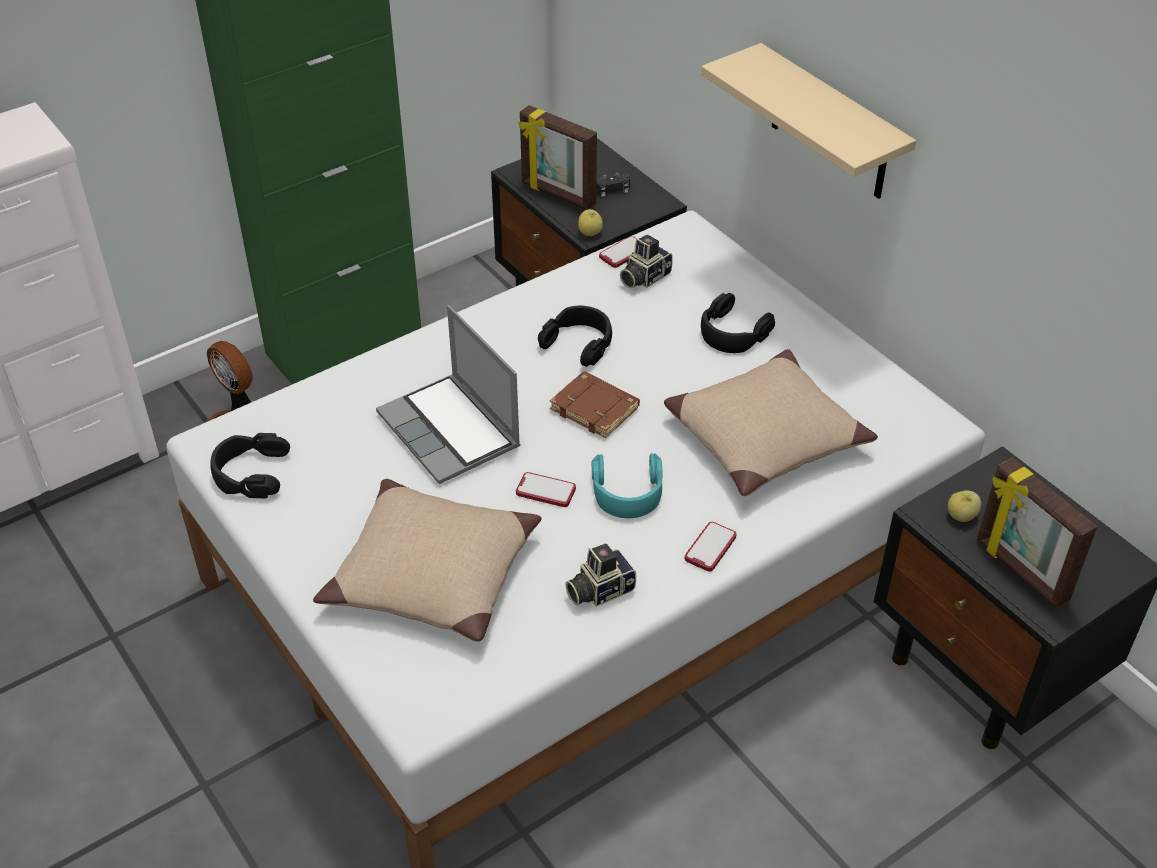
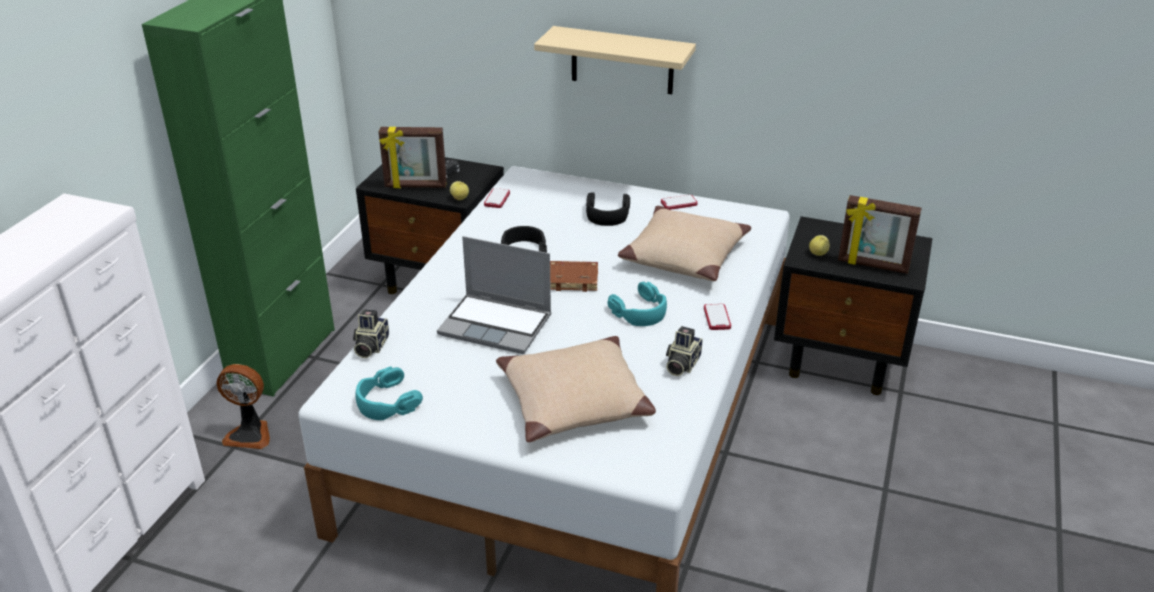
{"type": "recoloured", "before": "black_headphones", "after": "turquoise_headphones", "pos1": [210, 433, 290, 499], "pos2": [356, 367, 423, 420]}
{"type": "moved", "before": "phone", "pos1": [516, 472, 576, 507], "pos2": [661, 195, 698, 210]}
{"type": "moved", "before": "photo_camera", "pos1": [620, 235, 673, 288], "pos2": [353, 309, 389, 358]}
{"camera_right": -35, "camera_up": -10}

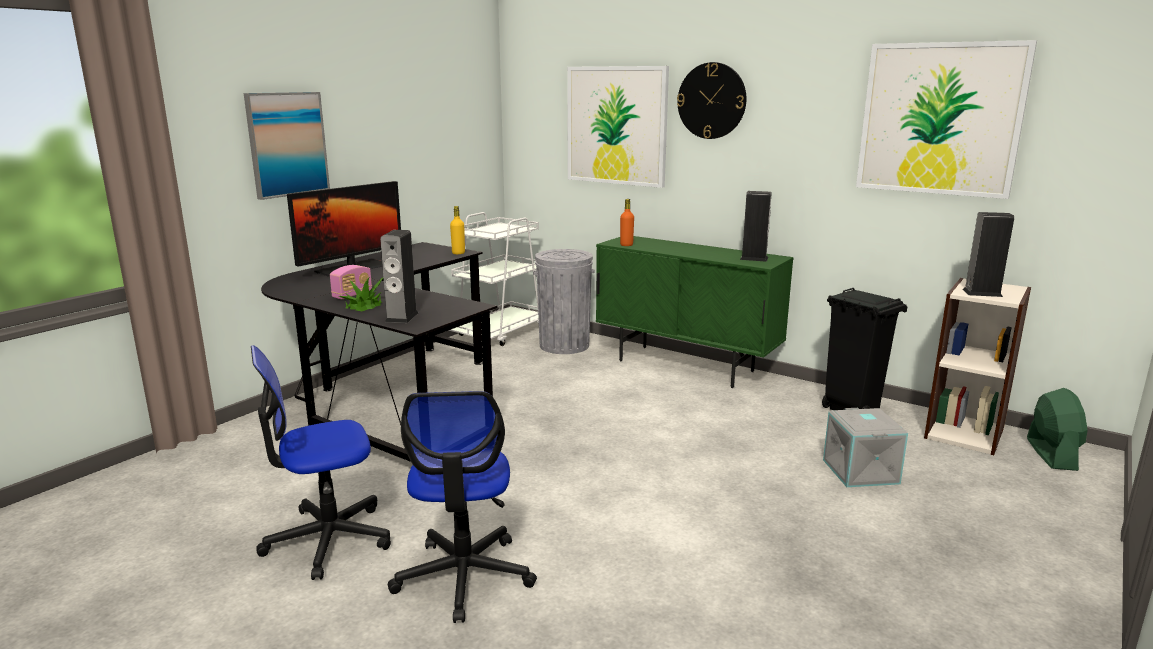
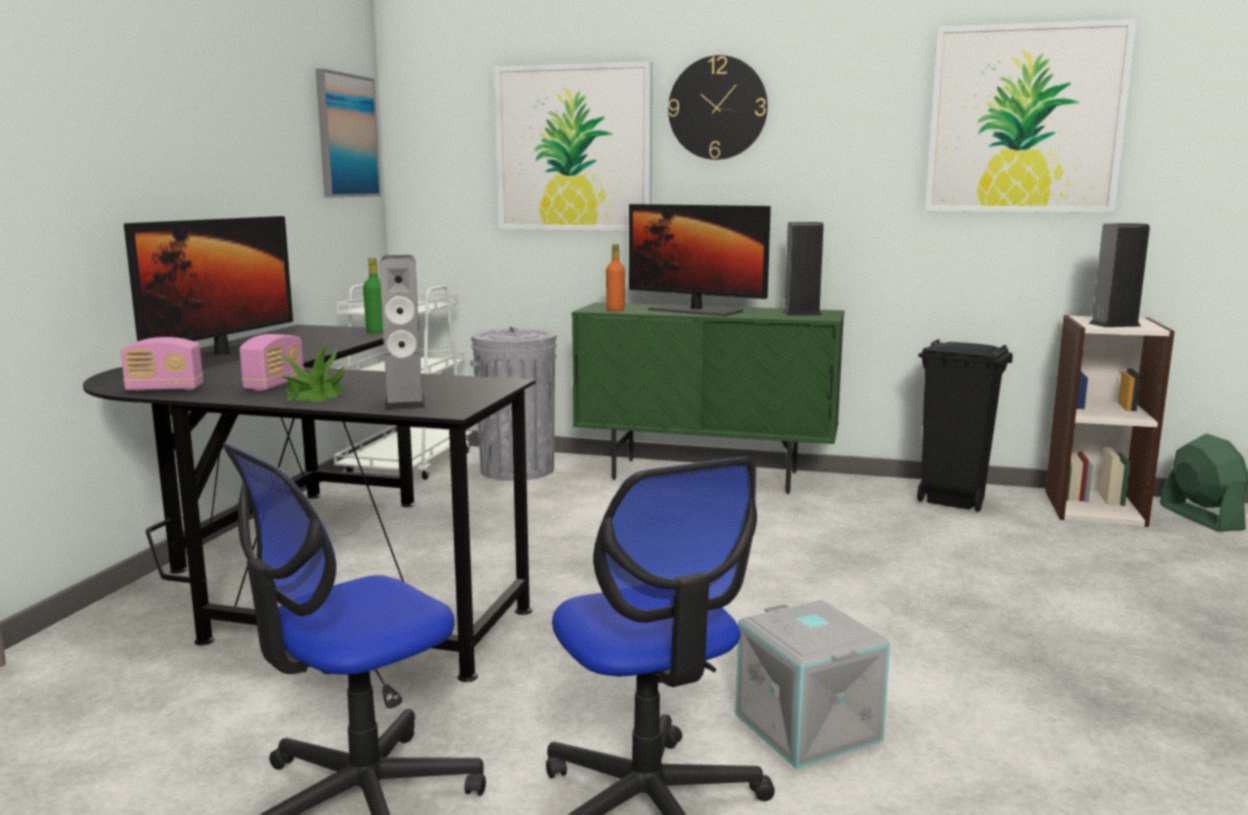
{"type": "moved", "before": "picture", "pos1": [244, 92, 330, 200], "pos2": [316, 68, 381, 197]}
{"type": "recoloured", "before": "yellow_bottle", "after": "green_bottle", "pos1": [450, 206, 465, 254], "pos2": [363, 258, 383, 333]}
{"type": "moved", "before": "grey_storage_box", "pos1": [823, 408, 908, 487], "pos2": [735, 600, 890, 769]}
{"type": "added", "after": "radio", "pos2": [120, 337, 203, 391]}
{"type": "added", "after": "monitor", "pos2": [629, 204, 771, 316]}
{"camera_right": -20, "camera_up": -5}

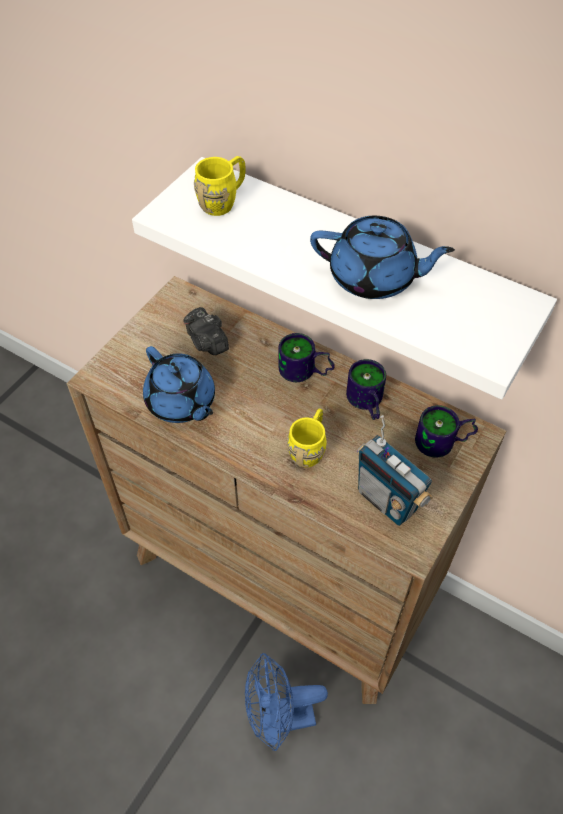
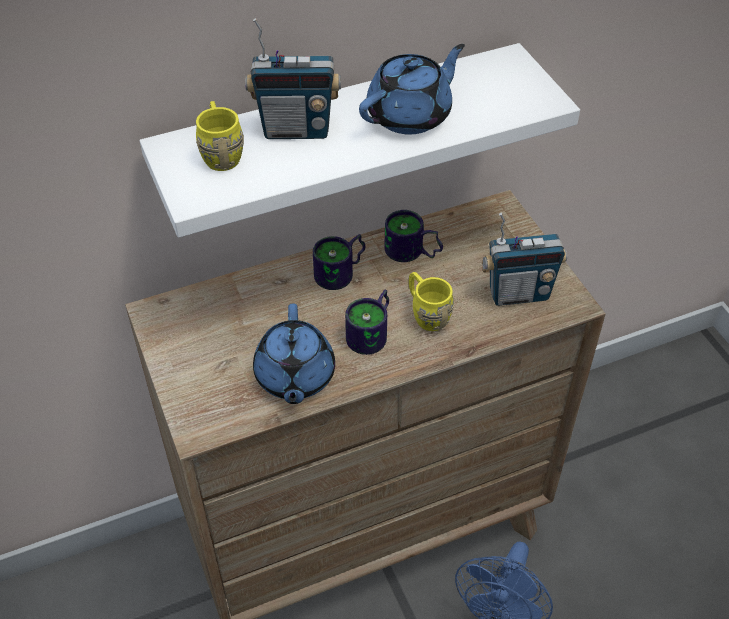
{"type": "turned", "before": "blue_teapot", "pos1": [143, 346, 215, 423], "pos2": [253, 303, 335, 404], "turn": 90}
{"type": "removed", "before": "photo_camera", "pos1": [183, 307, 229, 355]}
{"type": "moved", "before": "mug", "pos1": [415, 405, 478, 458], "pos2": [345, 290, 389, 355]}
{"type": "added", "after": "radio", "pos2": [245, 18, 341, 139]}
{"camera_right": -55, "camera_up": -5}

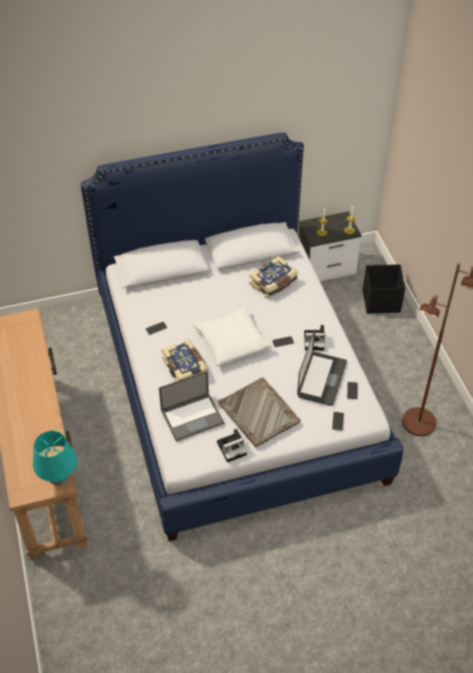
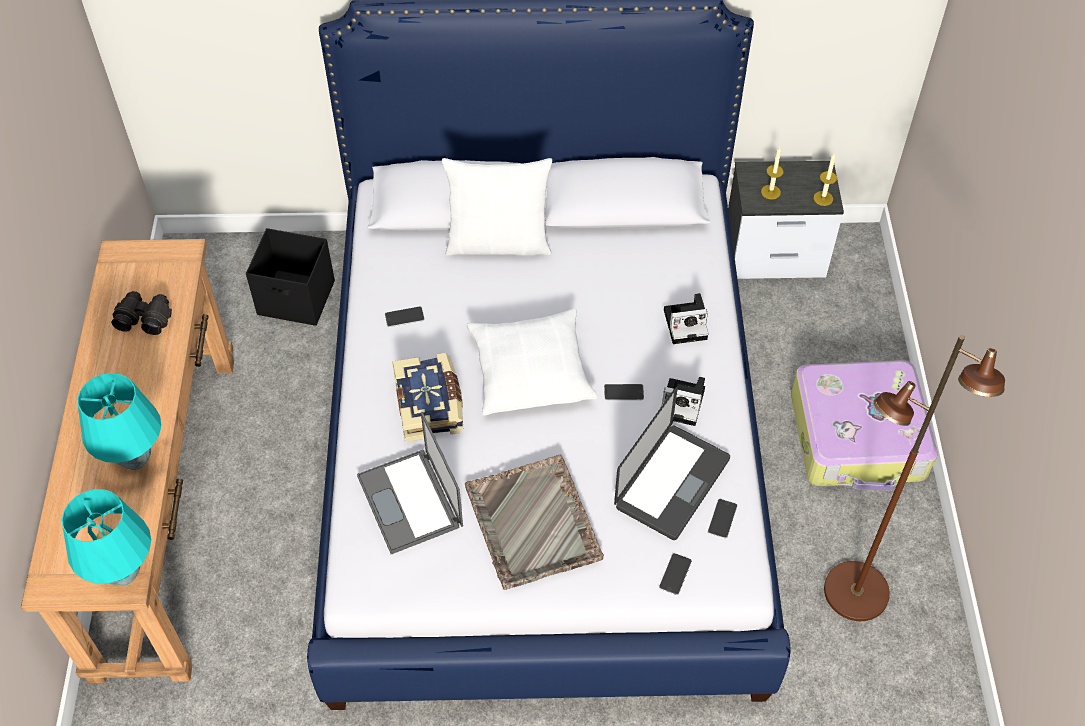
{"type": "turned", "before": "laptop", "pos1": [159, 371, 224, 441], "pos2": [357, 412, 463, 554], "turn": 75}
{"type": "moved", "before": "photo_camera", "pos1": [217, 429, 247, 462], "pos2": [664, 293, 709, 344]}
{"type": "removed", "before": "book", "pos1": [249, 256, 298, 299]}
{"type": "moved", "before": "black_storage_box", "pos1": [363, 264, 405, 314], "pos2": [246, 228, 335, 326]}
{"type": "added", "after": "turquoise_table_lamp", "pos2": [77, 373, 161, 470]}
{"type": "added", "after": "black_binoculars", "pos2": [111, 291, 172, 335]}
{"type": "added", "after": "white_pillow", "pos2": [442, 158, 552, 256]}
{"type": "added", "after": "suitcase", "pos2": [791, 360, 938, 491]}
{"camera_right": 15, "camera_up": 5}

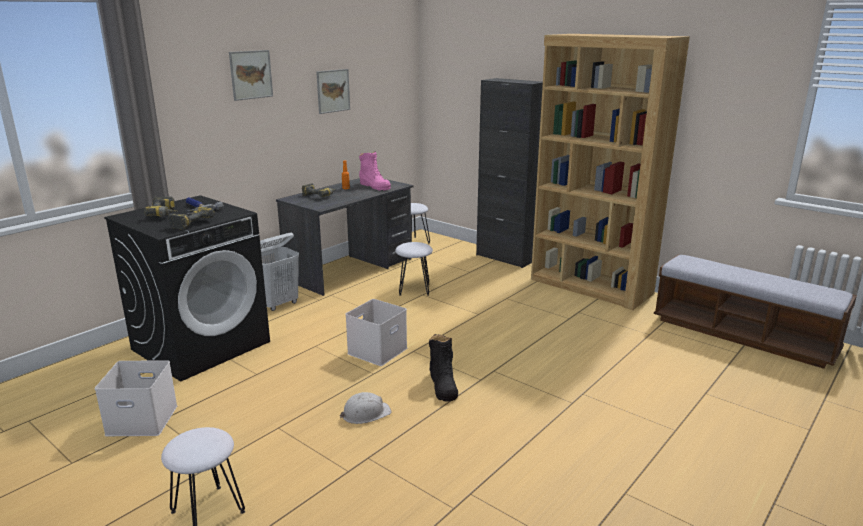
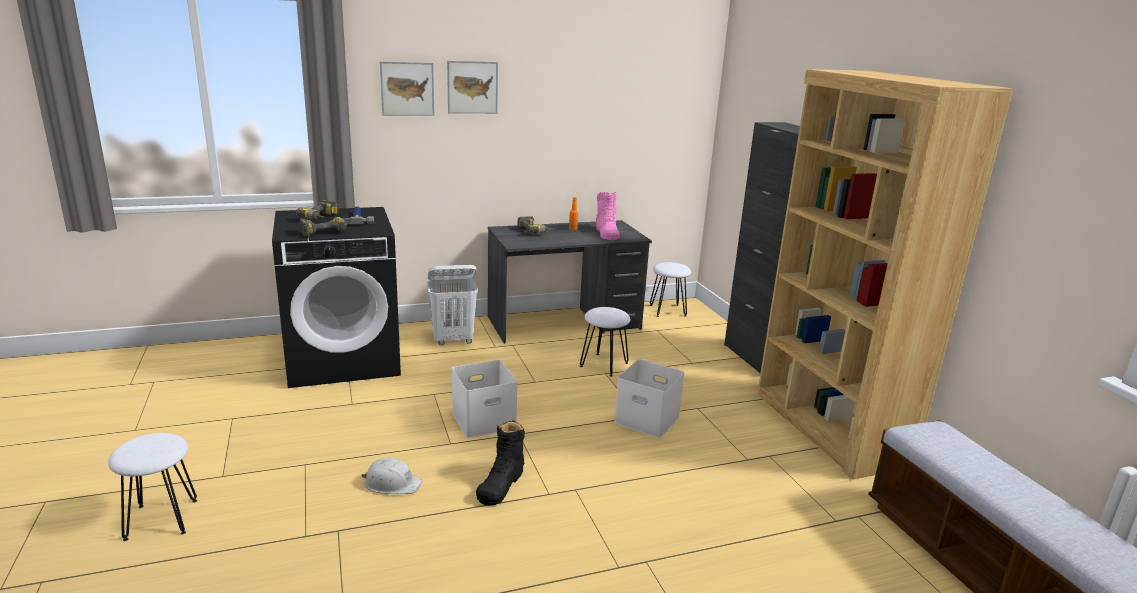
{"type": "moved", "before": "white_storage_box", "pos1": [95, 360, 177, 436], "pos2": [614, 359, 685, 438]}
{"type": "moved", "before": "picture", "pos1": [316, 69, 350, 114], "pos2": [380, 61, 434, 116]}
{"camera_right": 30, "camera_up": 0}

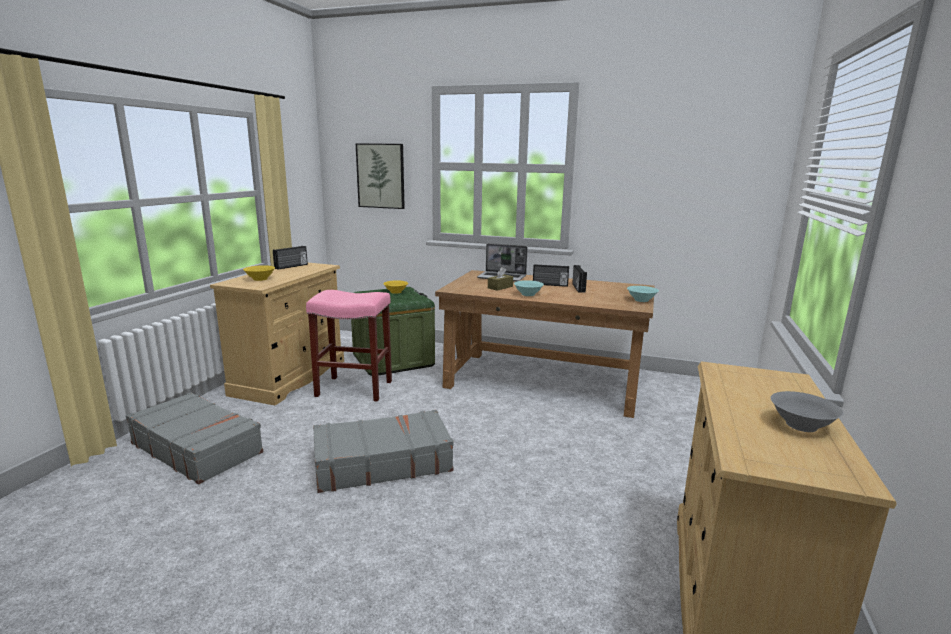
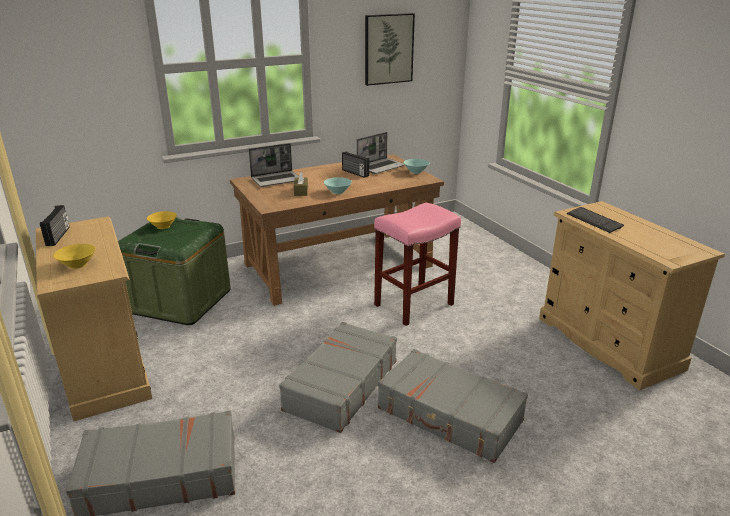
{"type": "moved", "before": "pink_stool", "pos1": [306, 290, 392, 401], "pos2": [374, 203, 461, 326]}
{"type": "moved", "before": "picture", "pos1": [356, 143, 405, 209], "pos2": [365, 13, 415, 86]}
{"type": "removed", "before": "radio", "pos1": [533, 264, 569, 287]}
{"type": "removed", "before": "grey_bowl", "pos1": [771, 391, 844, 432]}
{"type": "added", "after": "laptop", "pos2": [356, 132, 405, 174]}
{"type": "added", "after": "grey_suitcase", "pos2": [378, 349, 528, 463]}
{"type": "added", "after": "keyboard", "pos2": [567, 207, 624, 233]}
{"camera_right": -45, "camera_up": 10}

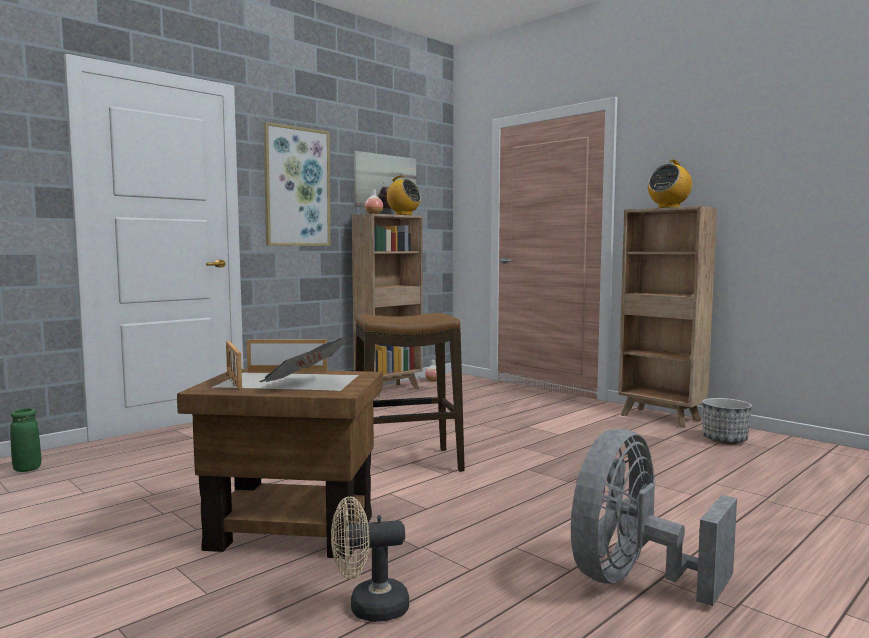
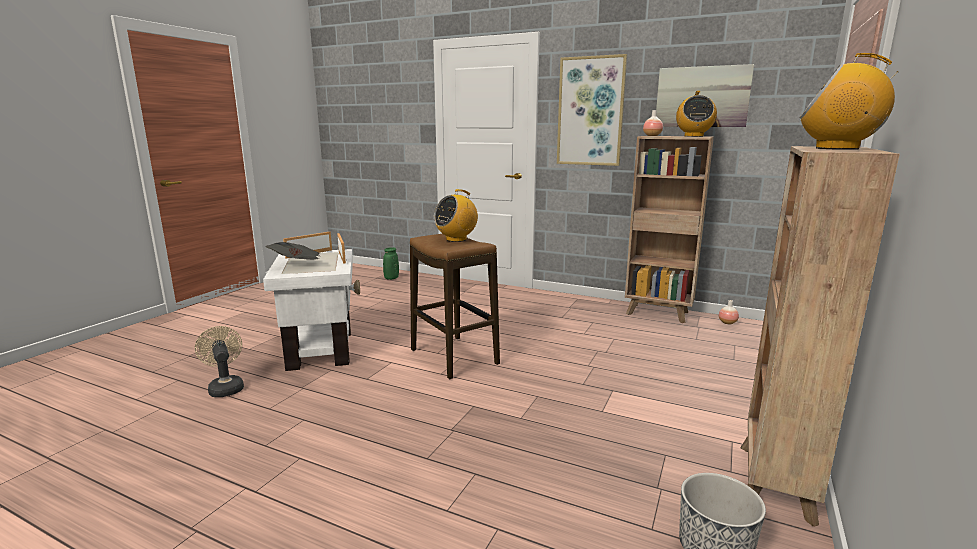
{"type": "recoloured", "before": "brown_side_table", "after": "white_side_table", "pos1": [177, 369, 383, 559], "pos2": [263, 249, 360, 371]}
{"type": "removed", "before": "grey_fan", "pos1": [571, 429, 737, 606]}
{"type": "added", "after": "radio", "pos2": [434, 189, 478, 242]}
{"camera_right": 70, "camera_up": 10}

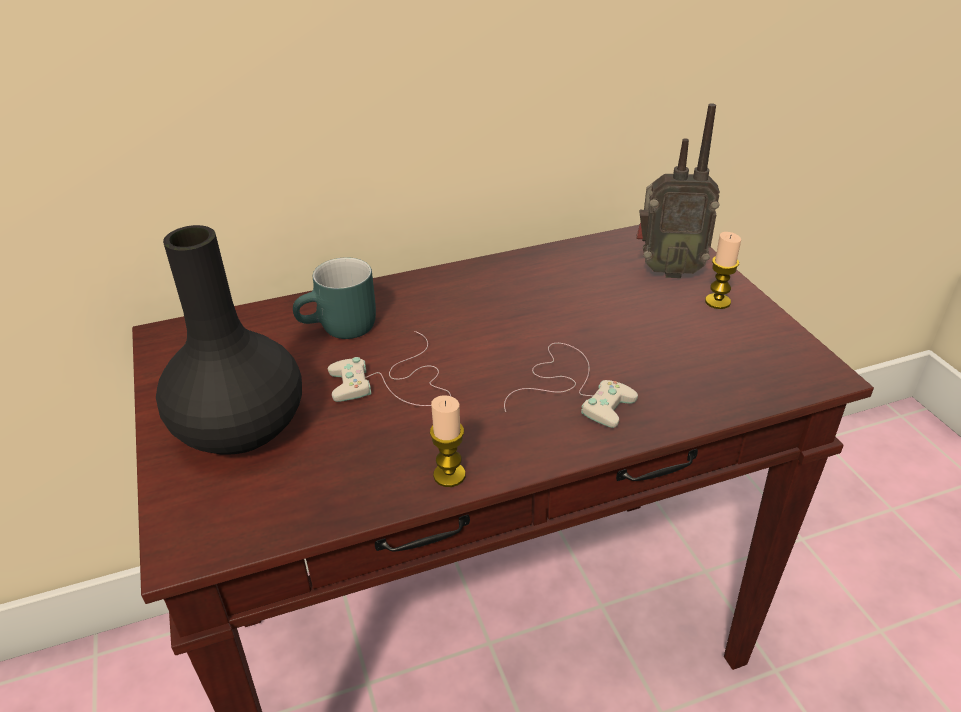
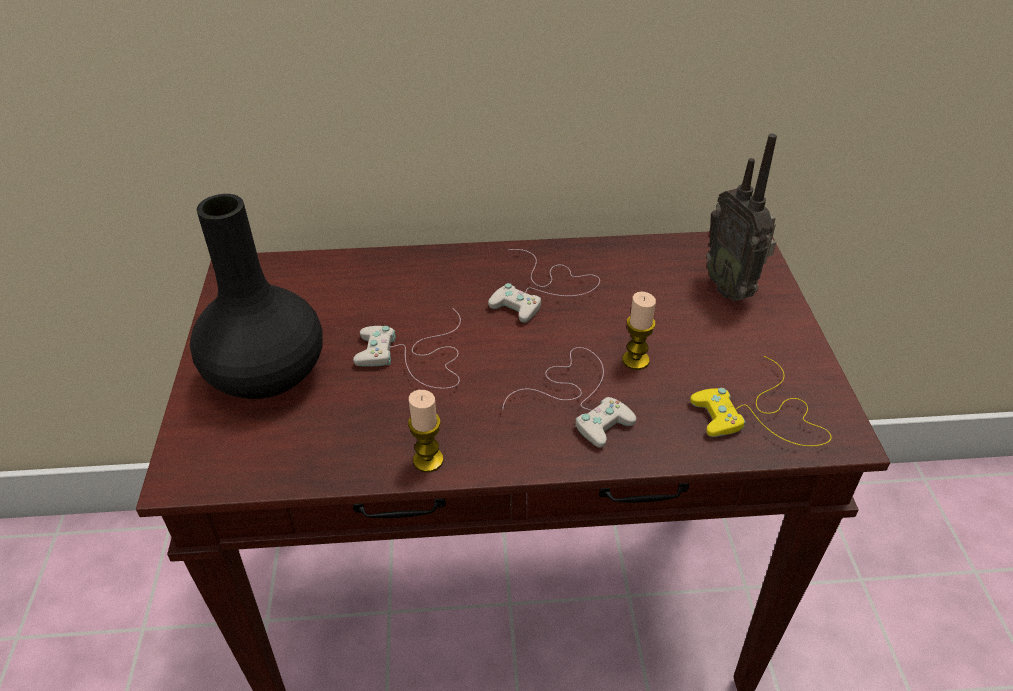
{"type": "removed", "before": "turquoise_mug", "pos1": [293, 257, 376, 339]}
{"type": "turned", "before": "radio", "pos1": [636, 103, 720, 278], "pos2": [706, 134, 777, 301], "turn": 45}
{"type": "moved", "before": "candle", "pos1": [705, 232, 741, 309], "pos2": [622, 291, 656, 370]}
{"type": "added", "after": "white_game_controller", "pos2": [488, 249, 600, 323]}
{"type": "added", "after": "yellow_game_controller", "pos2": [690, 356, 832, 446]}
{"camera_right": 15, "camera_up": 5}

